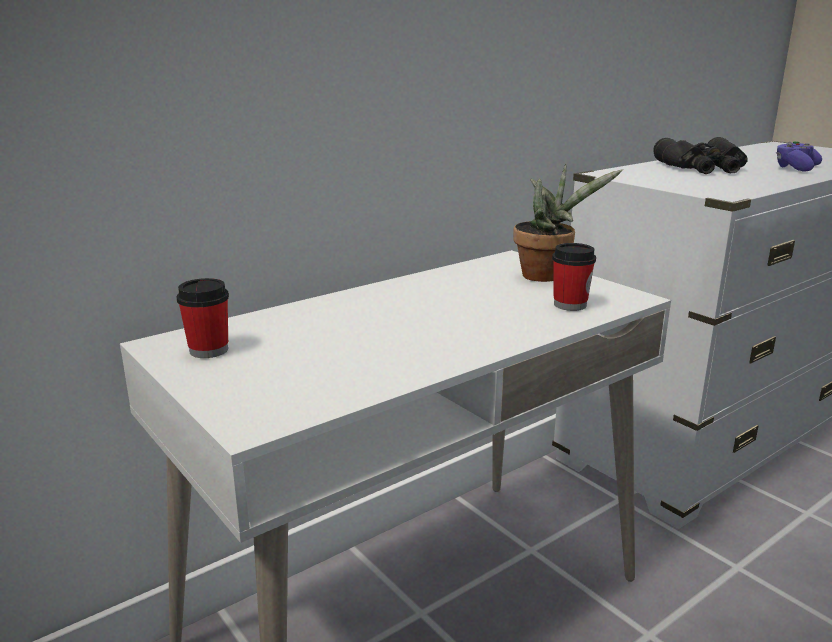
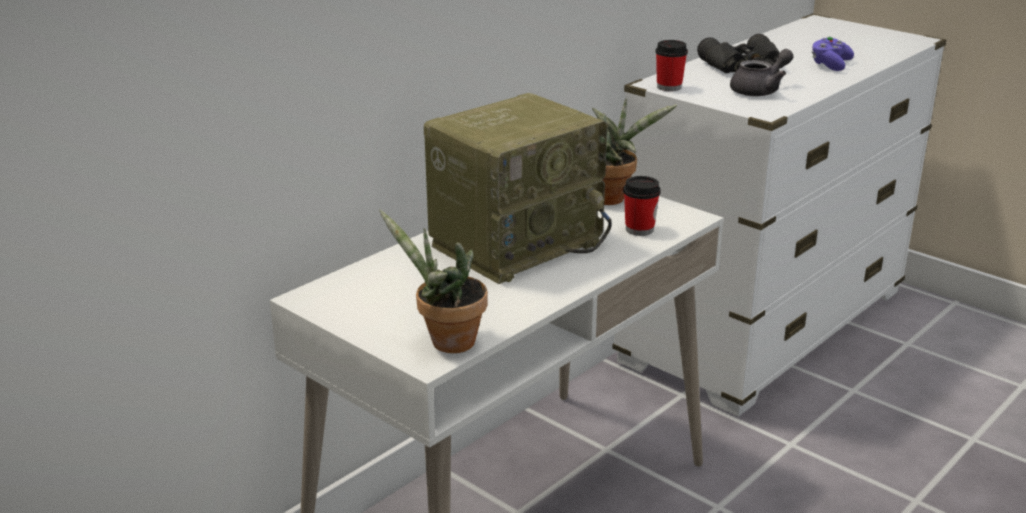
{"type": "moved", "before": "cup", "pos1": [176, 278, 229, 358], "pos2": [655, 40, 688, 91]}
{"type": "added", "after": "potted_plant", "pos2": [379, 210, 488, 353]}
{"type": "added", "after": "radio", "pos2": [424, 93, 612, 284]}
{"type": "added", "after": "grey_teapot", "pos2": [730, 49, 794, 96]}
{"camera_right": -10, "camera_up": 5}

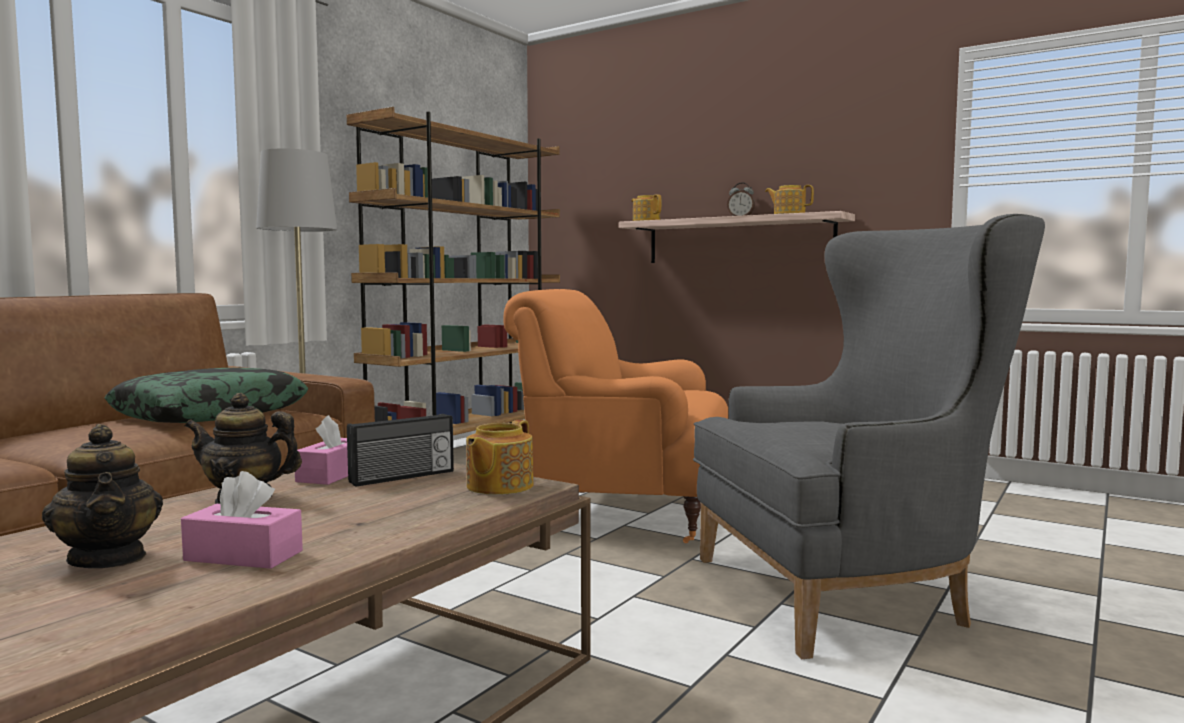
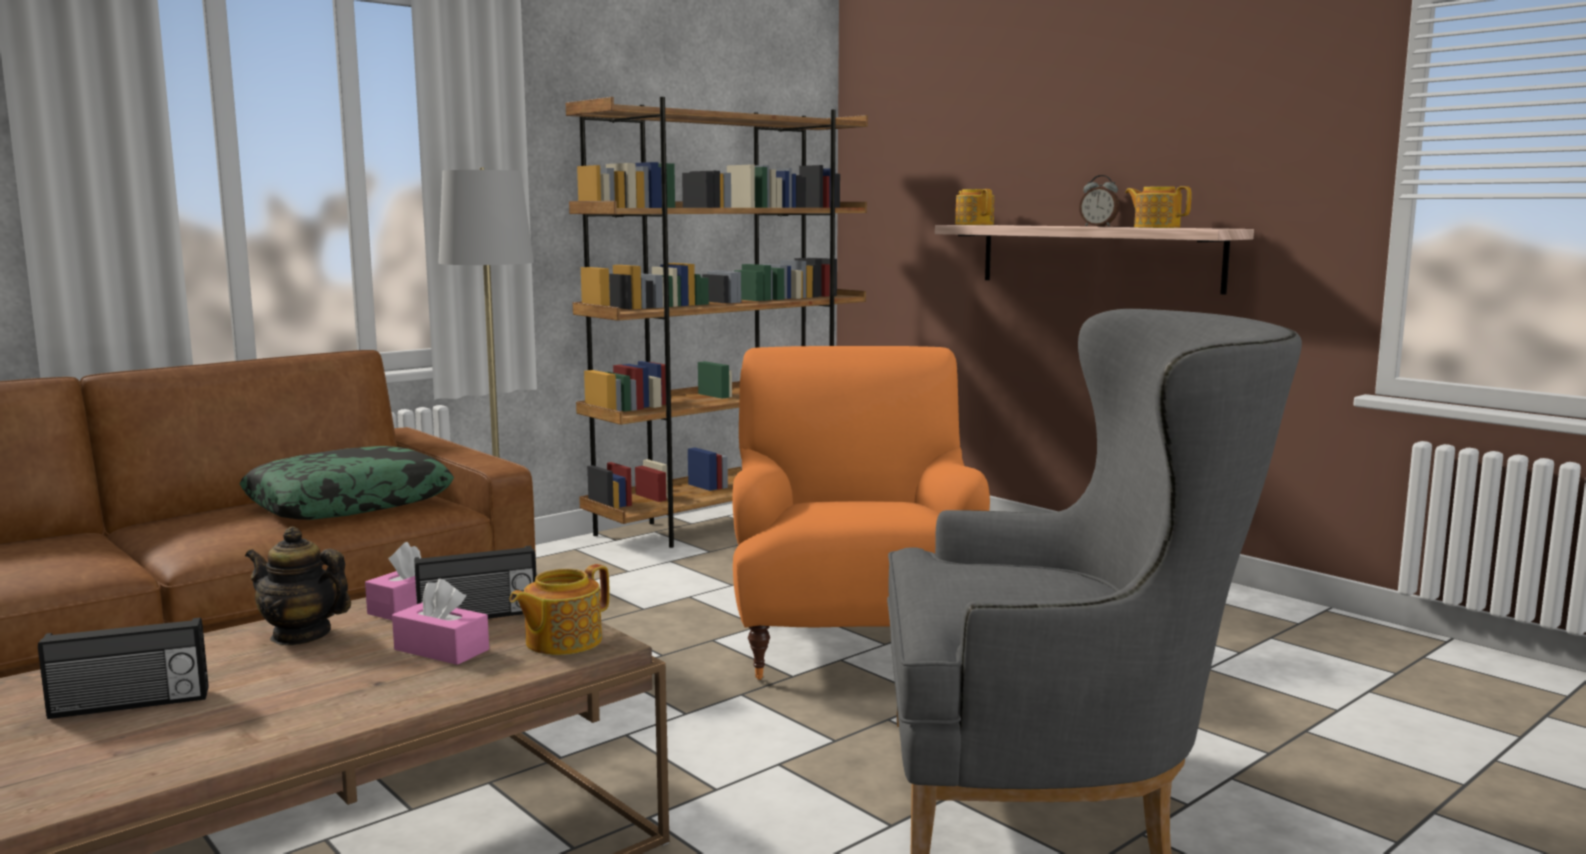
{"type": "replaced", "before": "teapot", "after": "radio", "pos1": [42, 424, 163, 568], "pos2": [38, 618, 209, 719]}
{"type": "moved", "before": "pink_tissue_box", "pos1": [181, 471, 303, 569], "pos2": [392, 579, 489, 665]}
{"type": "turned", "before": "orange_armchair", "pos1": [503, 289, 728, 543], "pos2": [732, 346, 990, 680], "turn": 60}
{"camera_right": 15, "camera_up": 5}

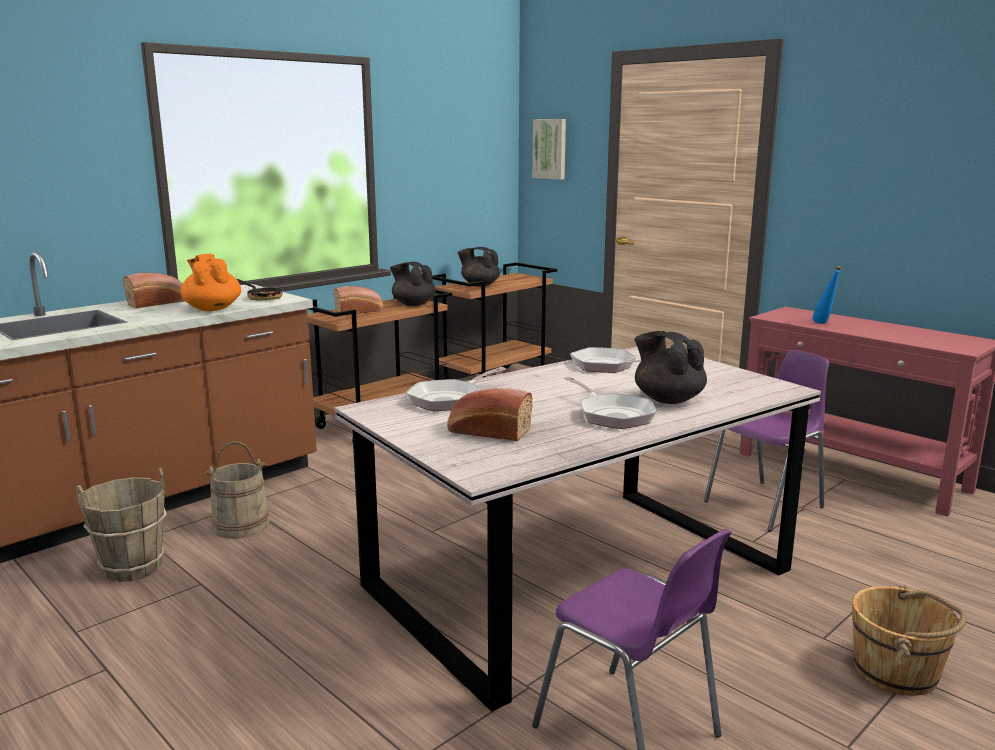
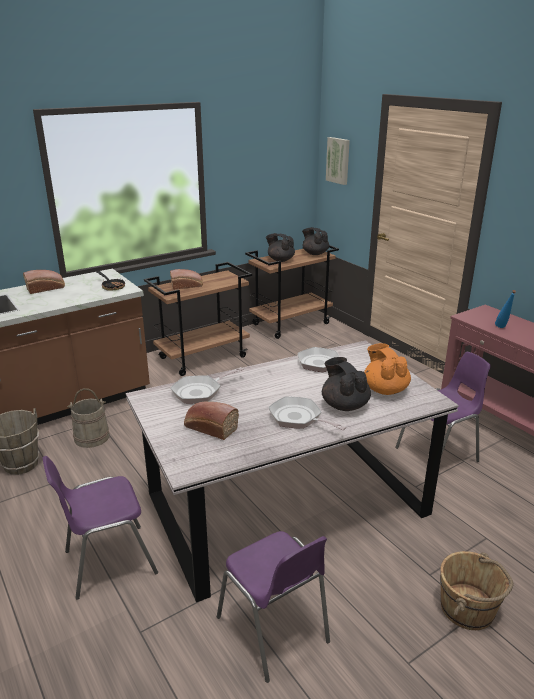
{"type": "moved", "before": "orange_teapot", "pos1": [181, 254, 241, 311], "pos2": [364, 343, 411, 395]}
{"type": "moved", "before": "black_teapot", "pos1": [390, 262, 436, 306], "pos2": [302, 227, 329, 255]}
{"type": "turned", "before": "frying_pan", "pos1": [564, 377, 656, 429], "pos2": [269, 396, 347, 430], "turn": 150}
{"type": "added", "after": "purple_chair", "pos2": [43, 456, 158, 600]}
{"camera_right": 10, "camera_up": 10}

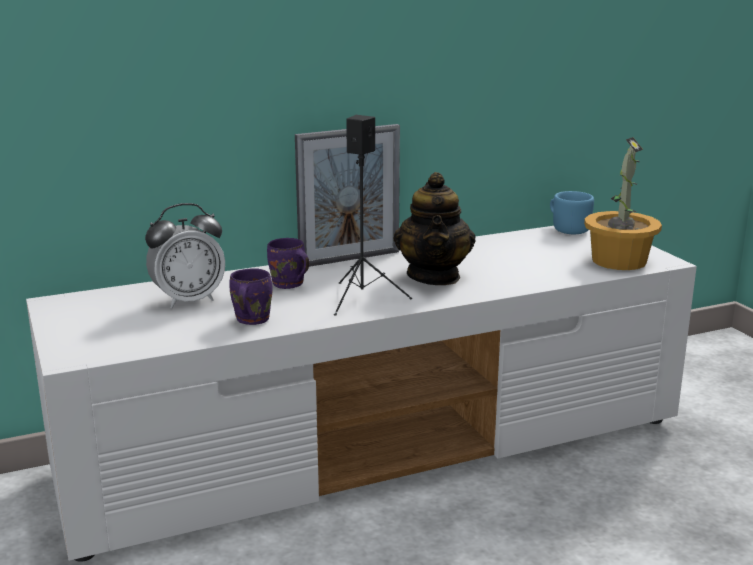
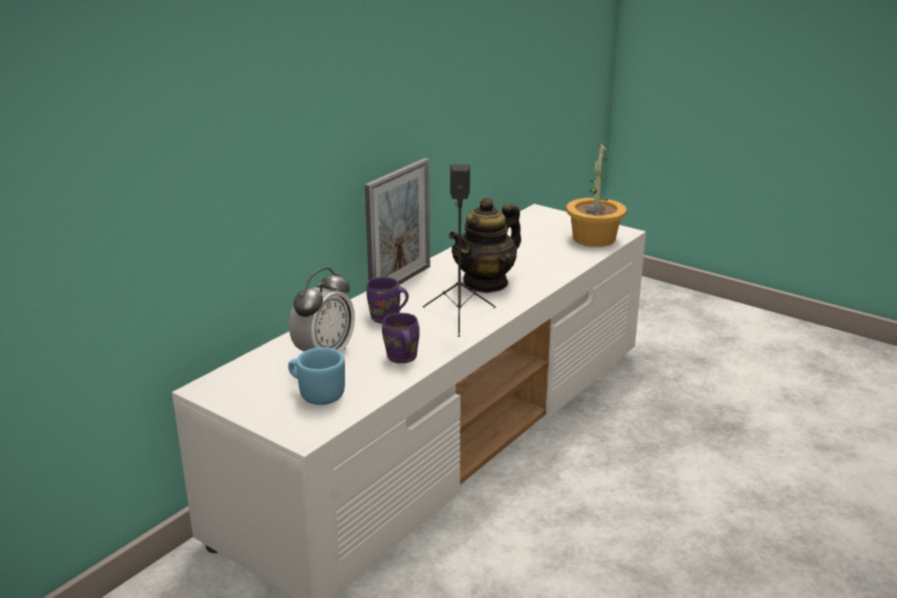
{"type": "turned", "before": "teapot", "pos1": [394, 172, 475, 285], "pos2": [449, 197, 521, 293], "turn": 75}
{"type": "moved", "before": "blue_mug", "pos1": [550, 191, 594, 234], "pos2": [288, 347, 345, 405]}
{"camera_right": -30, "camera_up": 5}

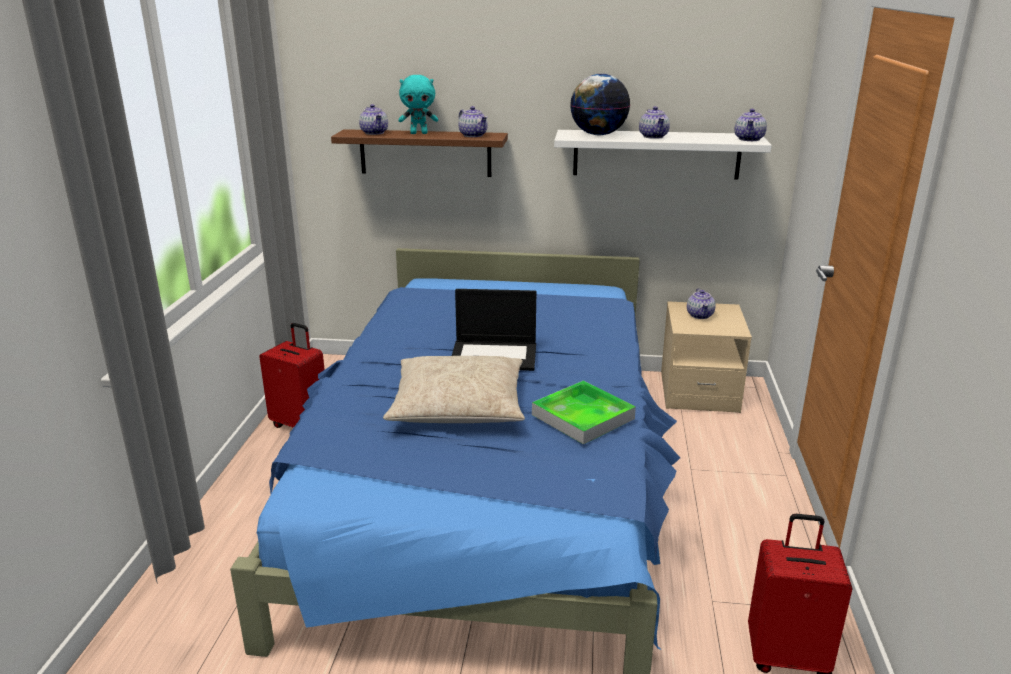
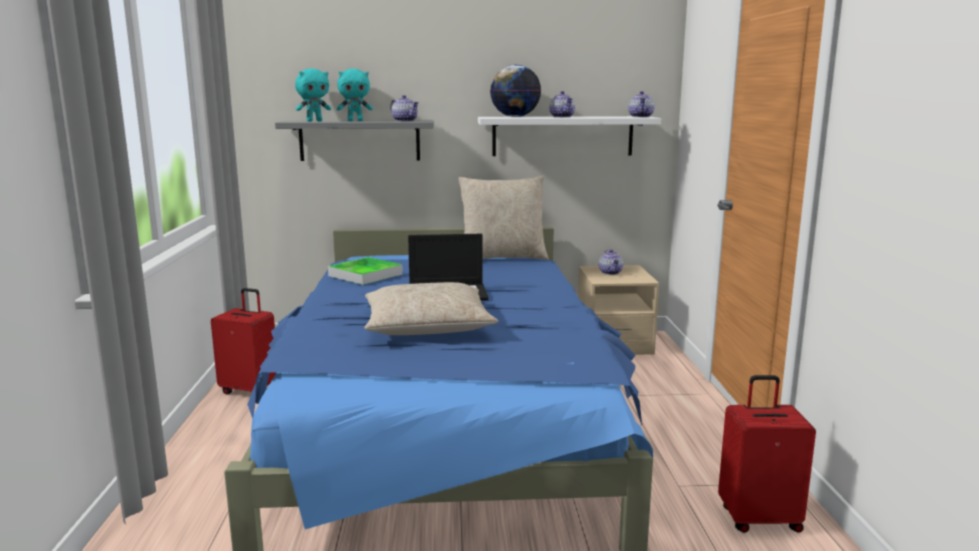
{"type": "recoloured", "before": "brown_shelf", "after": "grey_shelf", "pos1": [331, 129, 508, 177], "pos2": [275, 121, 434, 161]}
{"type": "replaced", "before": "teapot", "after": "turquoise_plush_toy", "pos1": [359, 104, 388, 135], "pos2": [295, 68, 331, 121]}
{"type": "moved", "before": "tray", "pos1": [532, 381, 636, 445], "pos2": [328, 257, 403, 285]}
{"type": "added", "after": "beige_pillow", "pos2": [459, 176, 549, 260]}
{"camera_right": -10, "camera_up": -10}

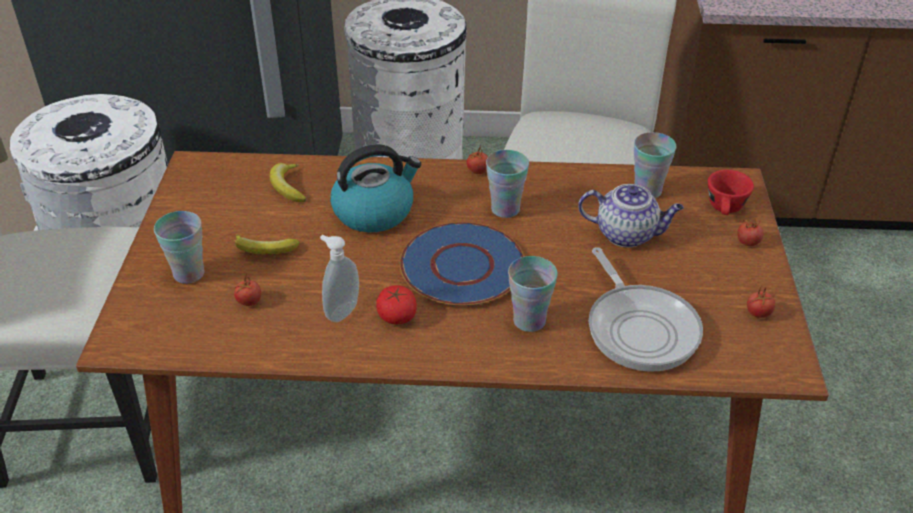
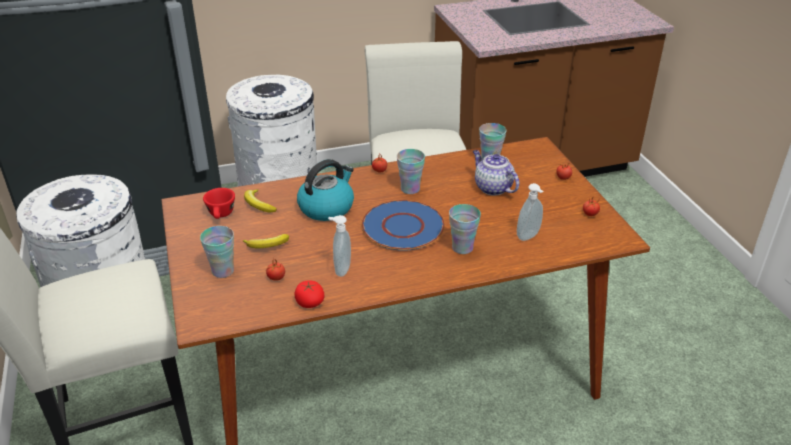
{"type": "moved", "before": "tomato", "pos1": [376, 285, 417, 324], "pos2": [294, 280, 324, 308]}
{"type": "turned", "before": "teapot", "pos1": [578, 184, 684, 247], "pos2": [473, 150, 519, 196], "turn": -120}
{"type": "replaced", "before": "frying_pan", "after": "soap_dispenser", "pos1": [589, 247, 703, 372], "pos2": [517, 183, 544, 241]}
{"type": "moved", "before": "red_cup", "pos1": [708, 170, 754, 215], "pos2": [203, 188, 235, 219]}
{"camera_right": -20, "camera_up": -5}

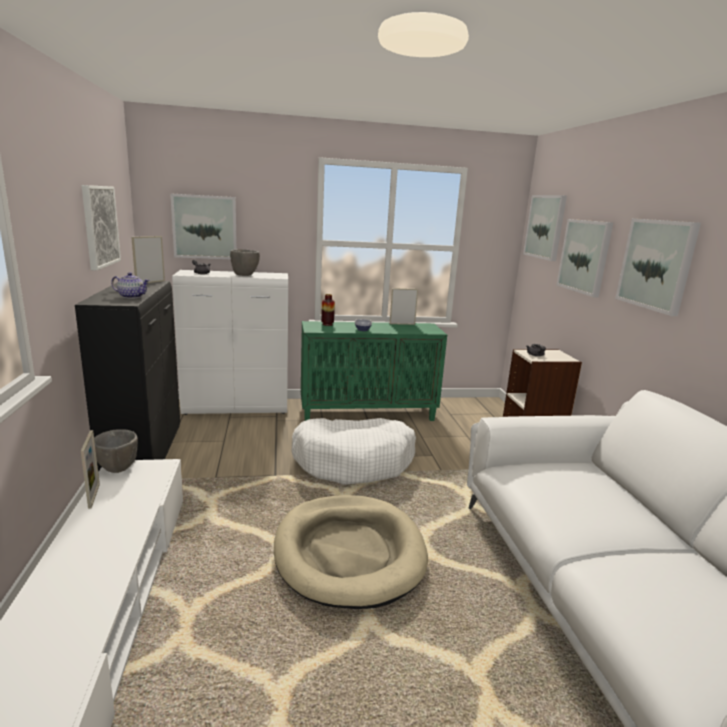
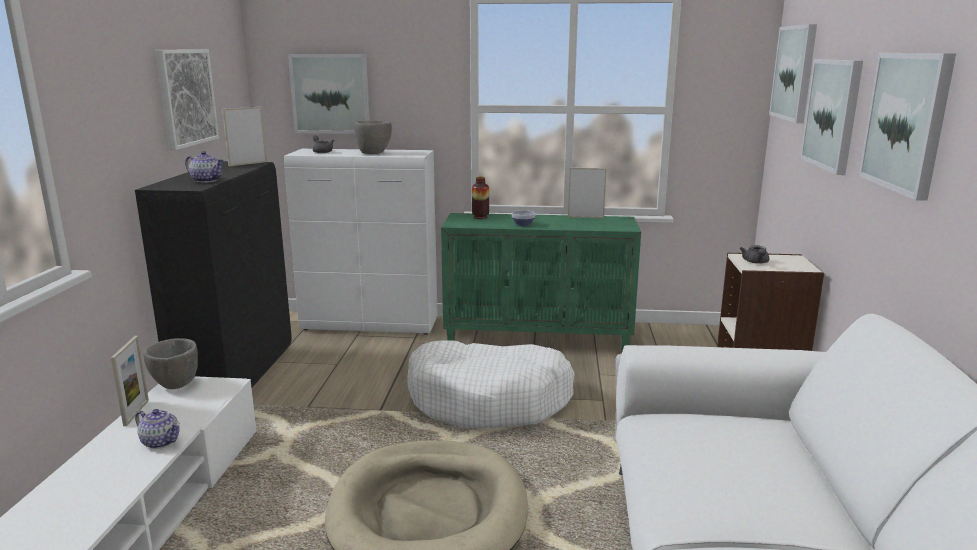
{"type": "added", "after": "teapot", "pos2": [135, 409, 180, 449]}
{"camera_right": 15, "camera_up": 0}

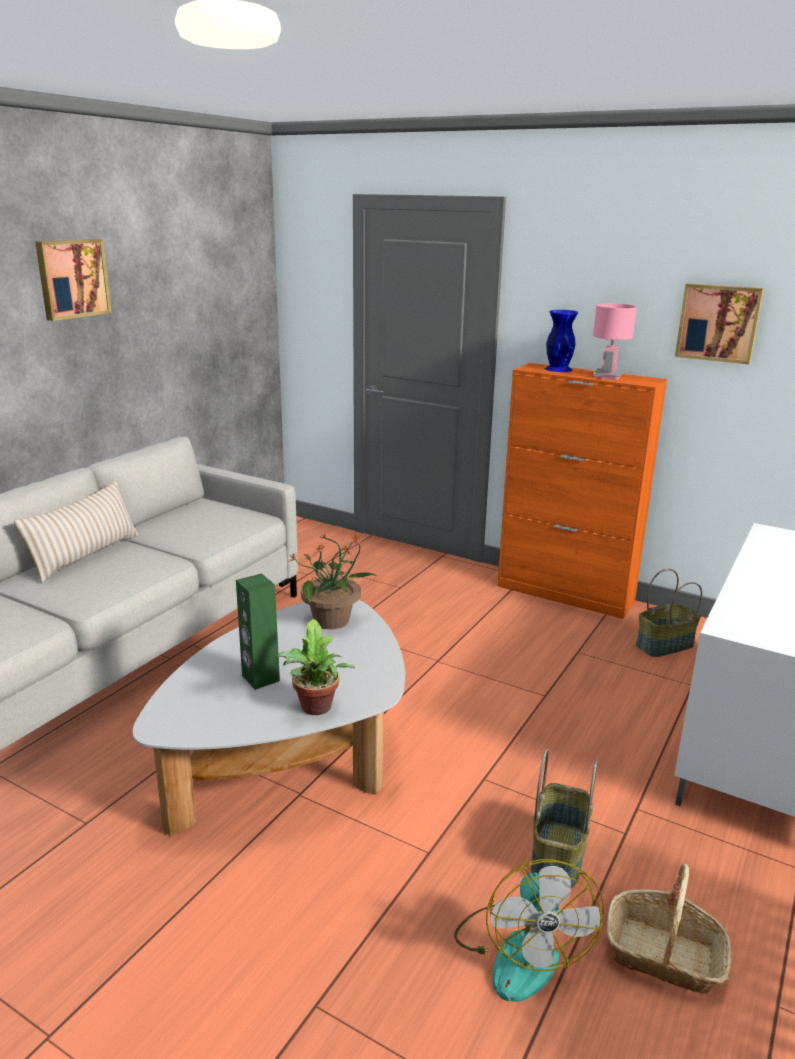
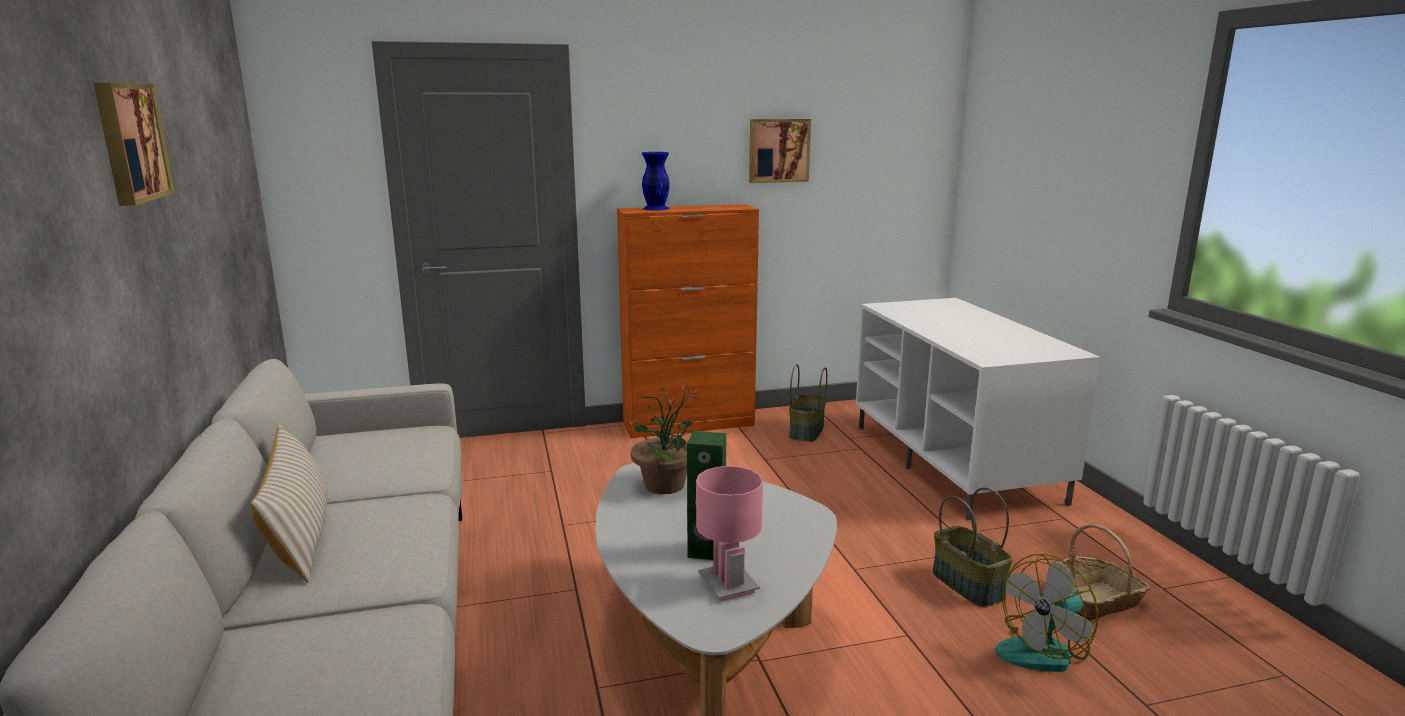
{"type": "removed", "before": "potted_plant", "pos1": [277, 619, 355, 715]}
{"type": "turned", "before": "fan", "pos1": [454, 859, 604, 1002], "pos2": [995, 554, 1098, 672], "turn": 105}
{"type": "moved", "before": "pink_table_lamp", "pos1": [593, 303, 637, 380], "pos2": [696, 466, 763, 601]}
{"camera_right": -45, "camera_up": -5}

